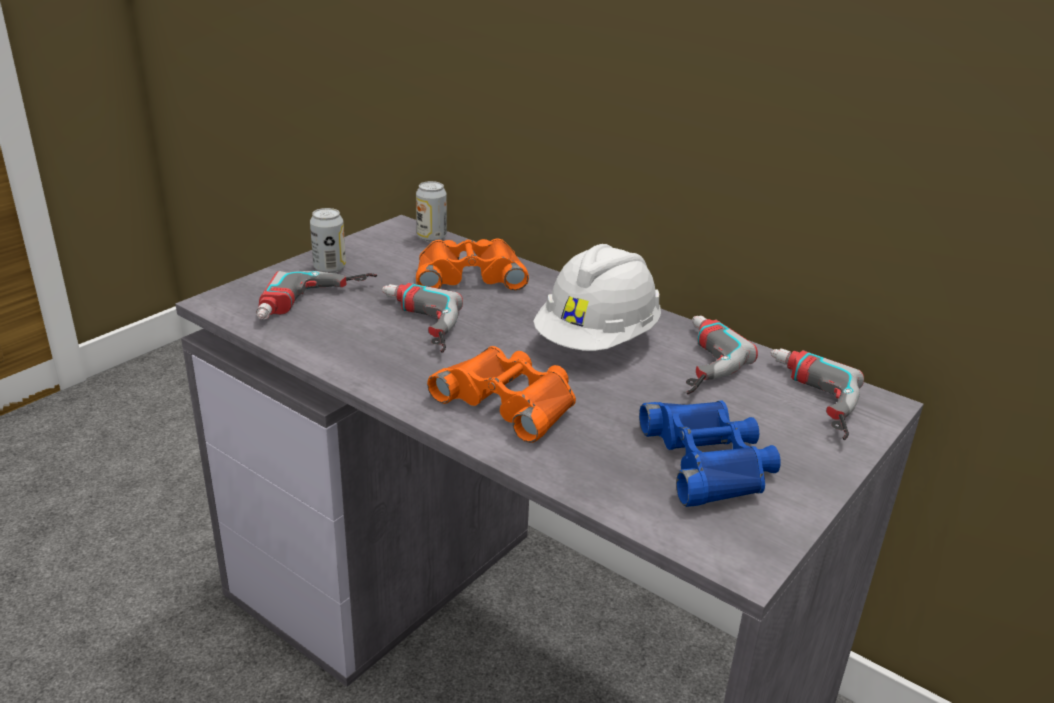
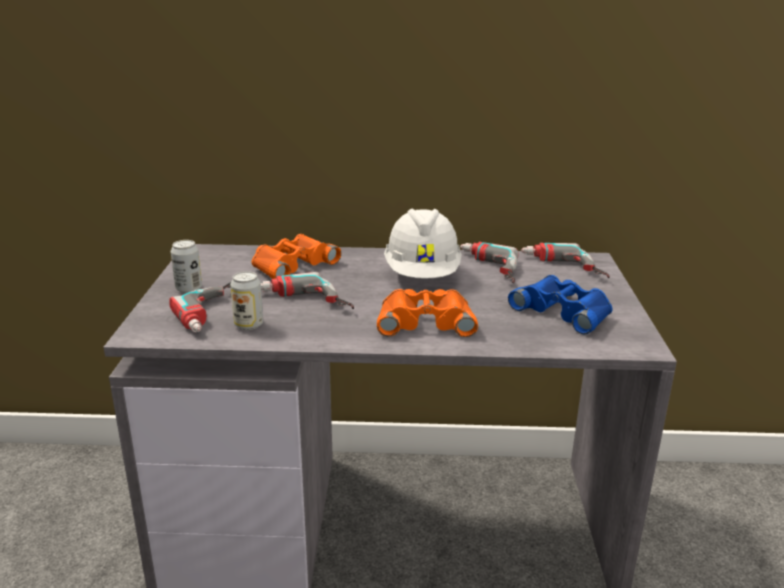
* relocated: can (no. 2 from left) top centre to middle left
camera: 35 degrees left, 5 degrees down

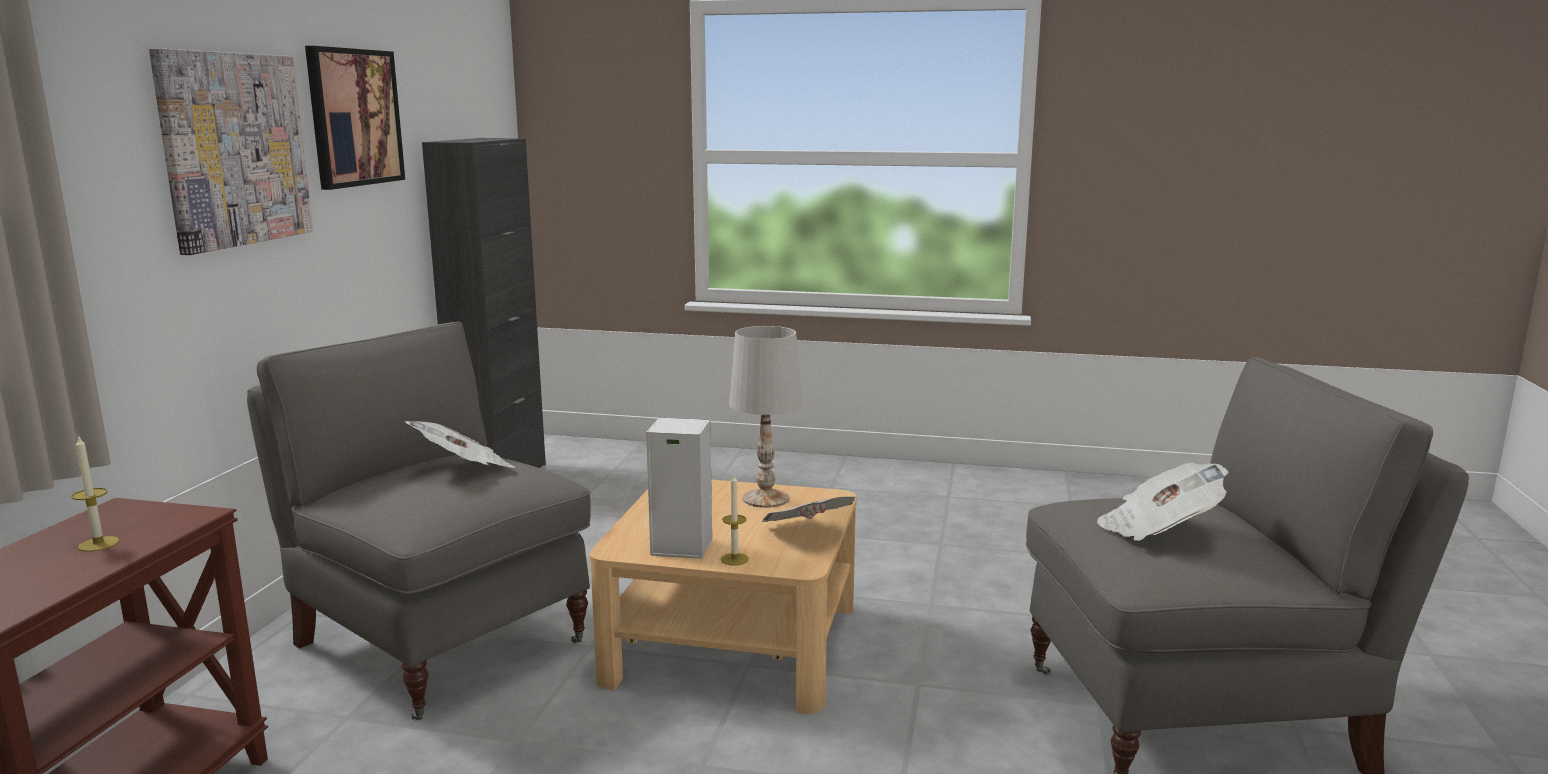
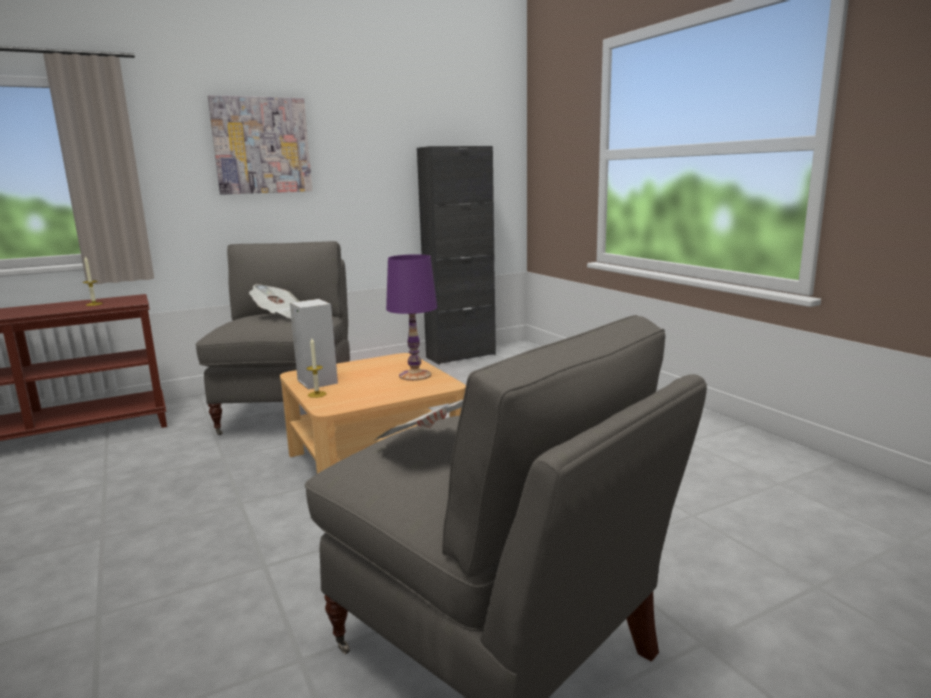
* missing: picture (no. 2 from left) top left
* missing: newspaper (no. 2 from left) centre
* colour: table lamp/white centre to table lamp/purple centre
camera: 50 degrees right, 0 degrees up

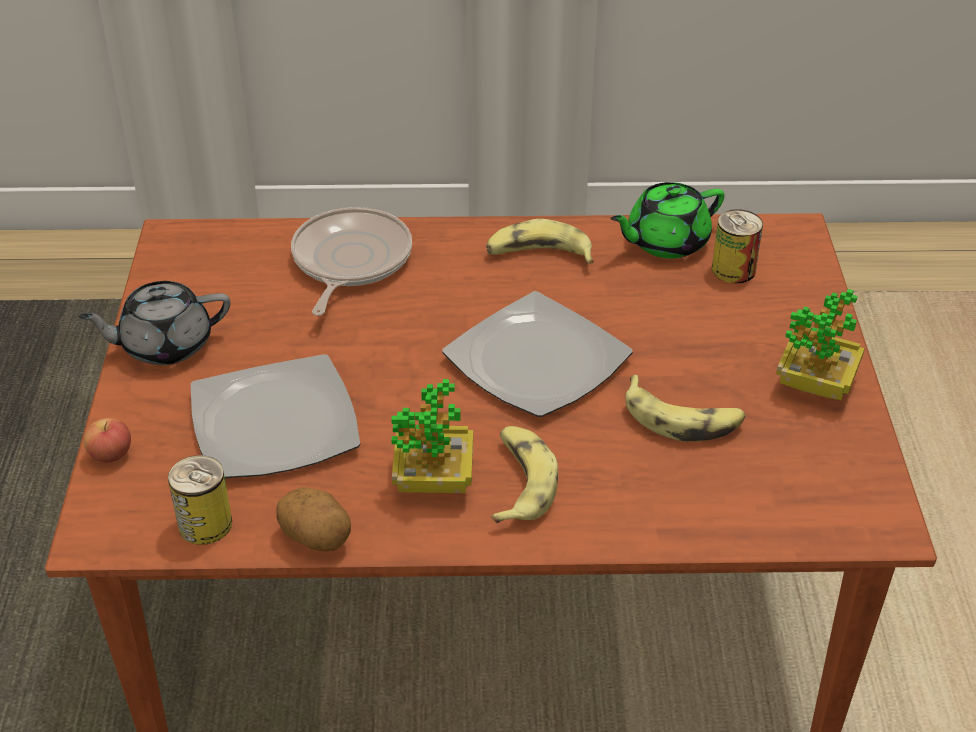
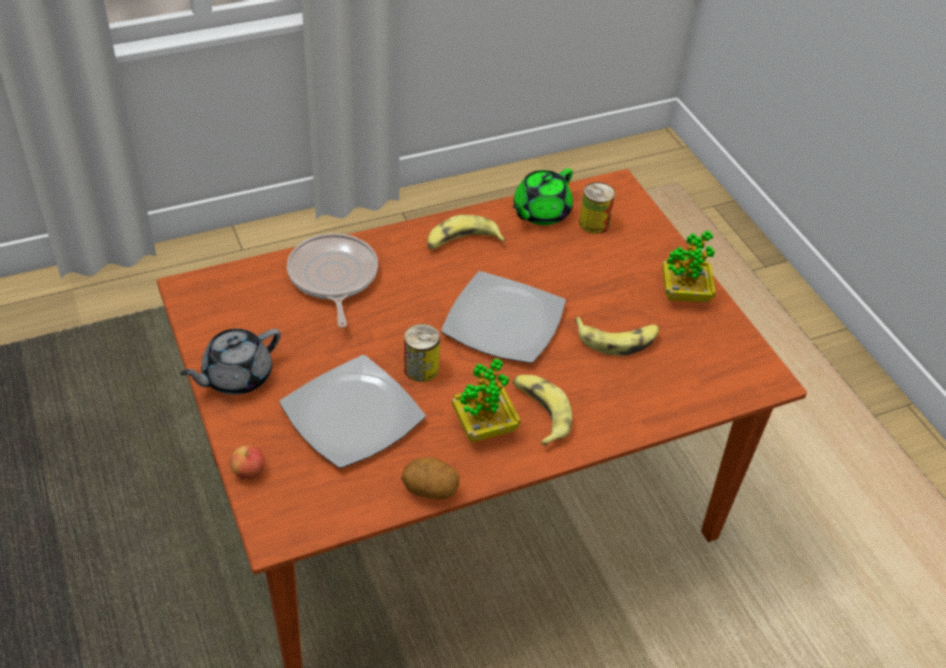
* relocated: can (no. 1 from left) bottom left to centre
camera: 25 degrees left, 5 degrees up

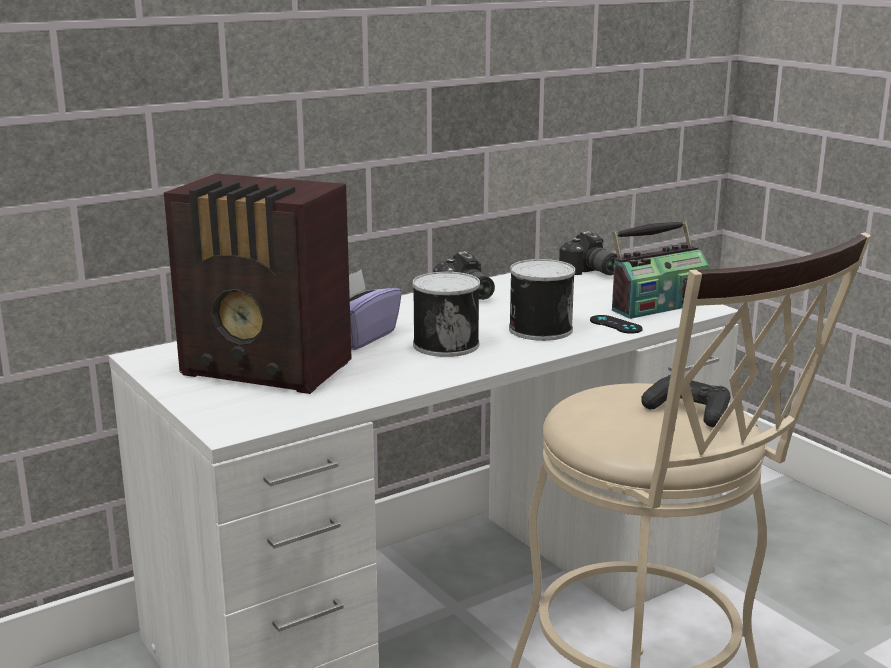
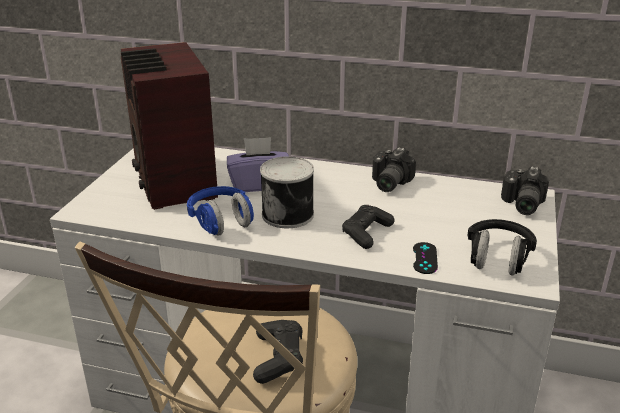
* appeared: headphones/blue centre
* exchanged: can (no. 2 from left) centre to game controller/black (no. 2 from left) centre
* exchanged: radio (no. 2 from left) middle right to headphones/black middle right
camera: 50 degrees right, 10 degrees up

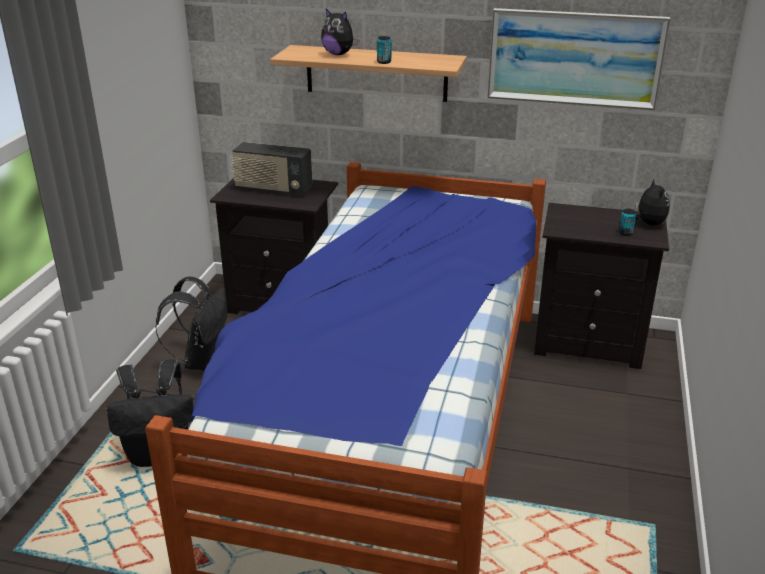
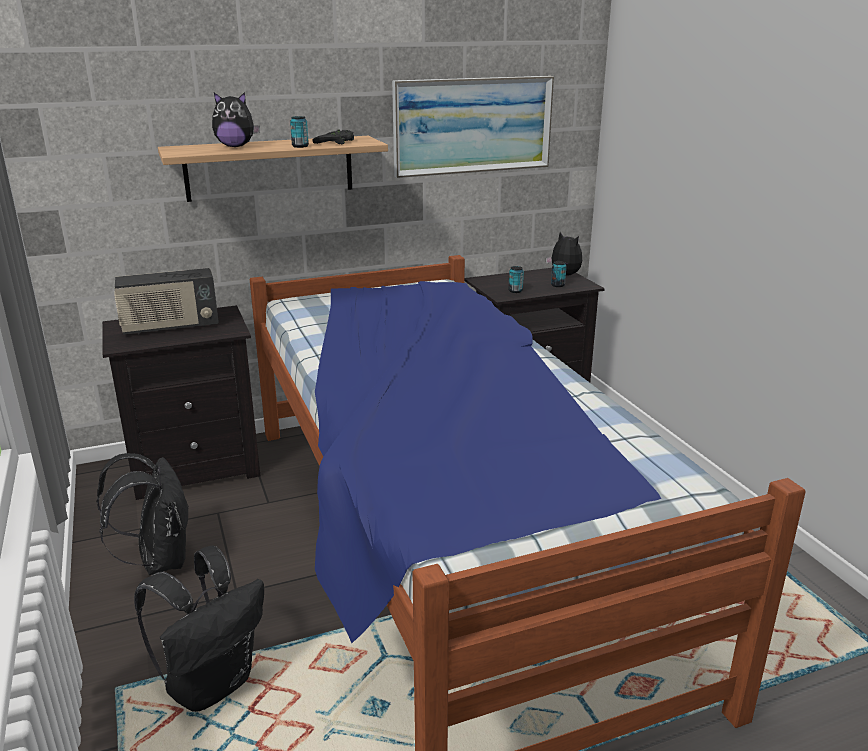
* appeared: game controller/black top centre
* appeared: can (no. 2 from left) centre
camera: 35 degrees left, 5 degrees down

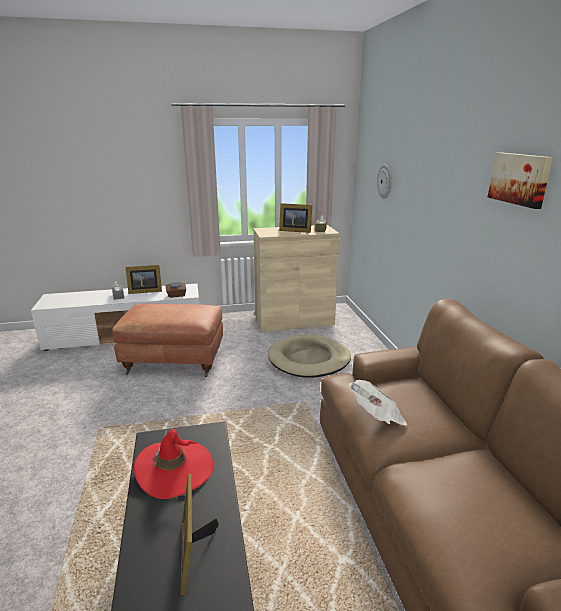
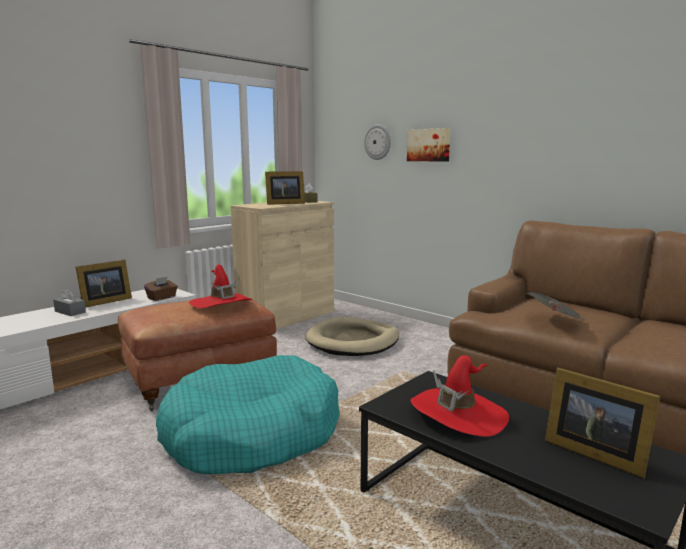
* appeared: dog bed/turquoise bottom centre
* appeared: hat/red (no. 1 from left) middle left
* relocated: picture top right to top centre
camera: 35 degrees left, 10 degrees down

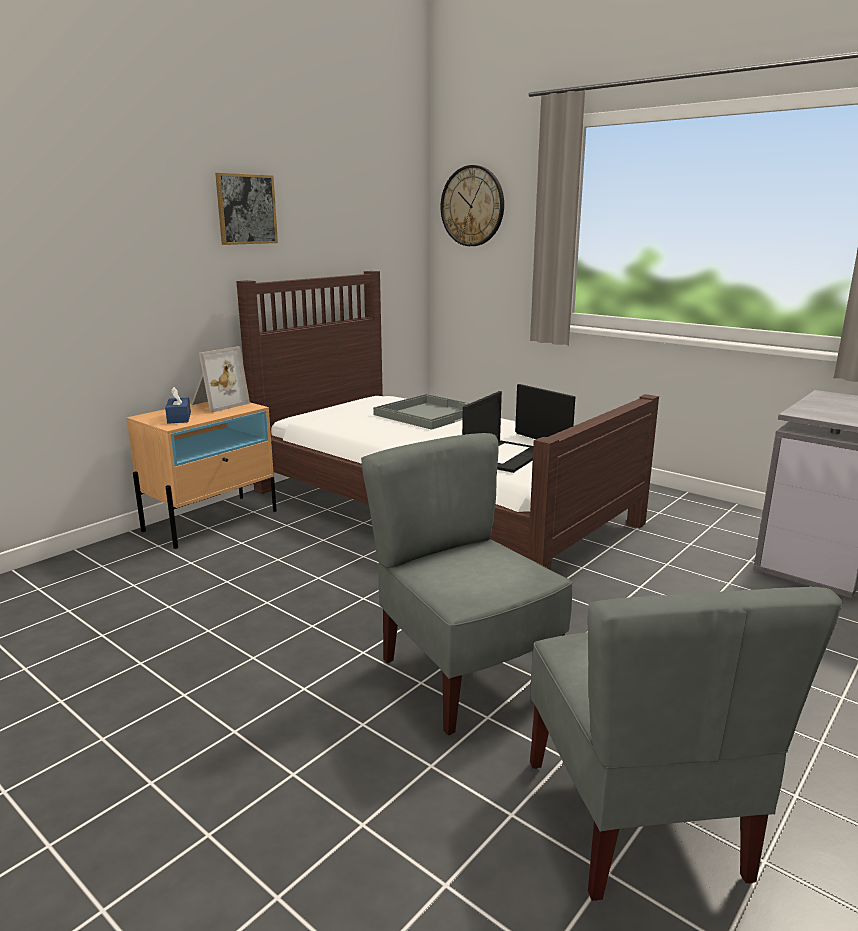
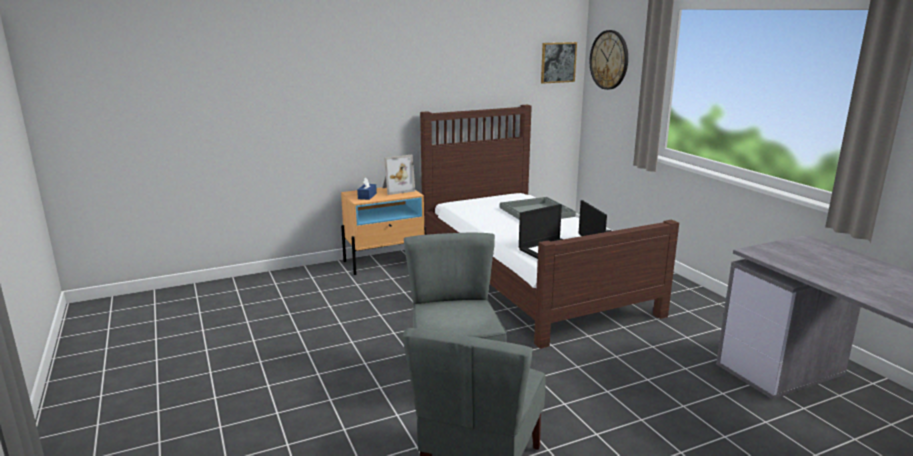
* relocated: picture top left to top centre
camera: 25 degrees right, 0 degrees up

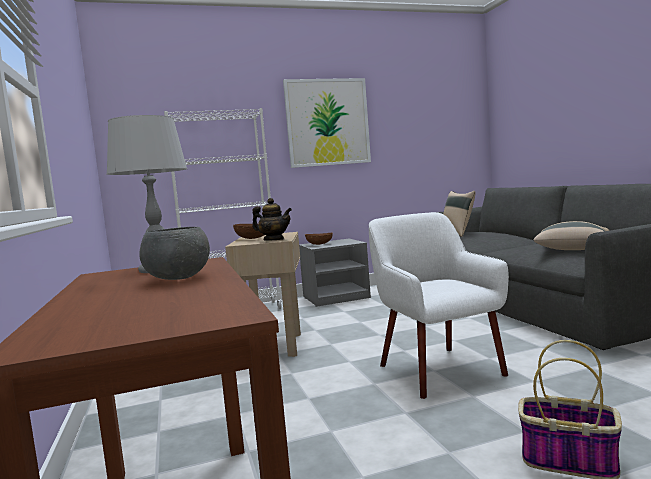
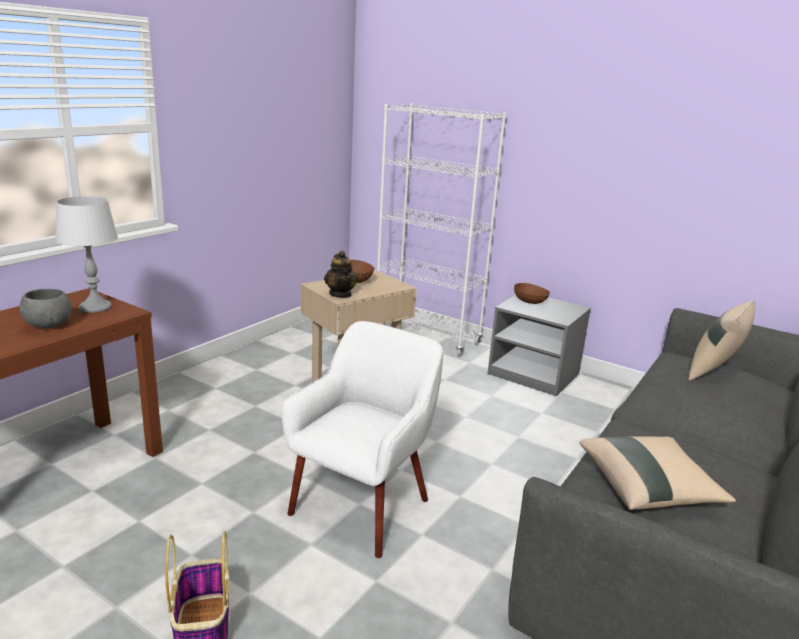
* missing: picture top centre
camera: 50 degrees right, 15 degrees up

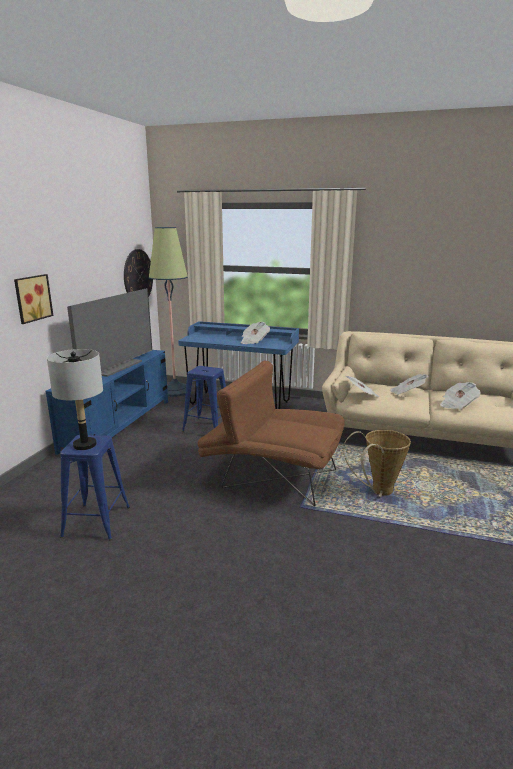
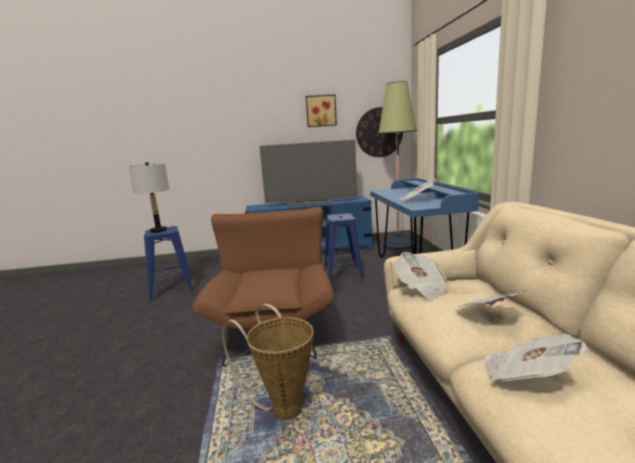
* relocated: picture middle left to top centre
camera: 65 degrees right, 5 degrees down

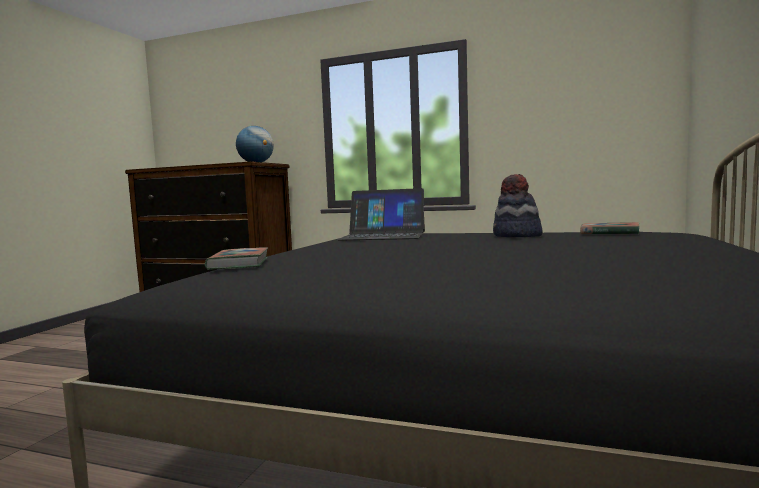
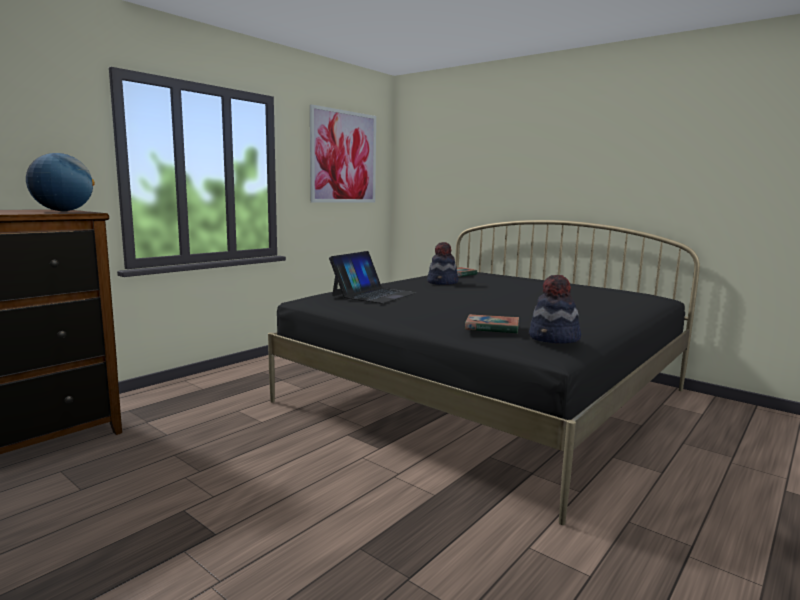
* appeared: picture top centre
* appeared: hat (no. 2 from left) middle right
camera: 70 degrees left, 5 degrees up

